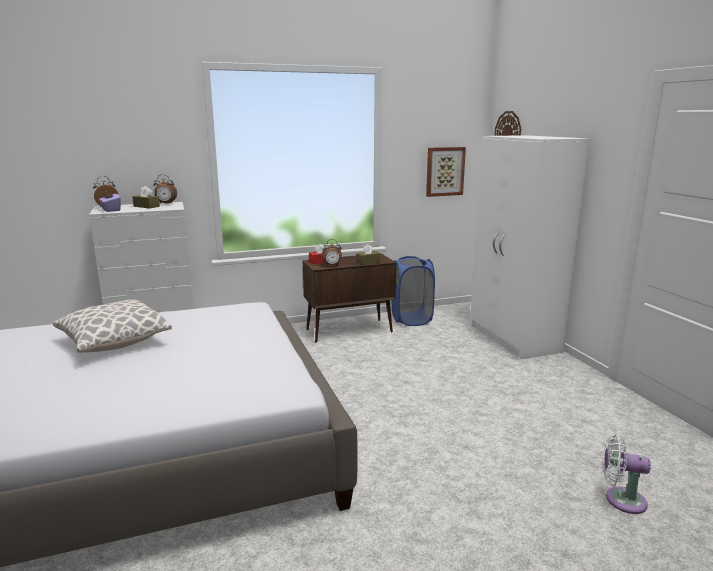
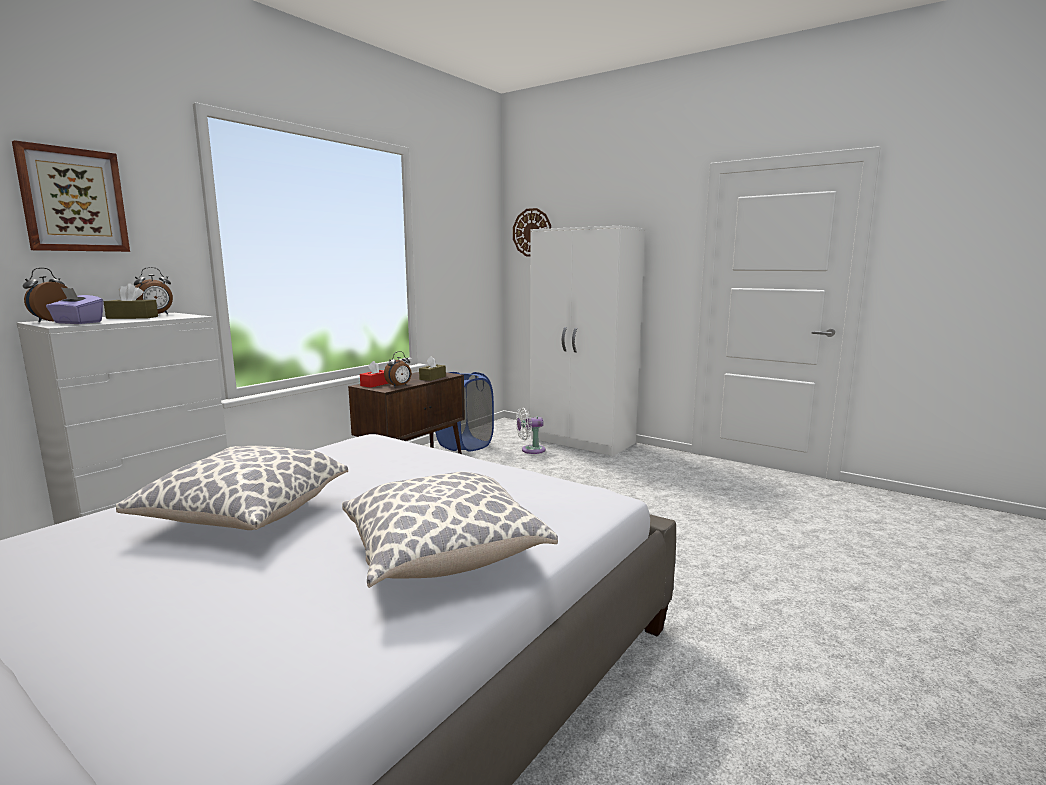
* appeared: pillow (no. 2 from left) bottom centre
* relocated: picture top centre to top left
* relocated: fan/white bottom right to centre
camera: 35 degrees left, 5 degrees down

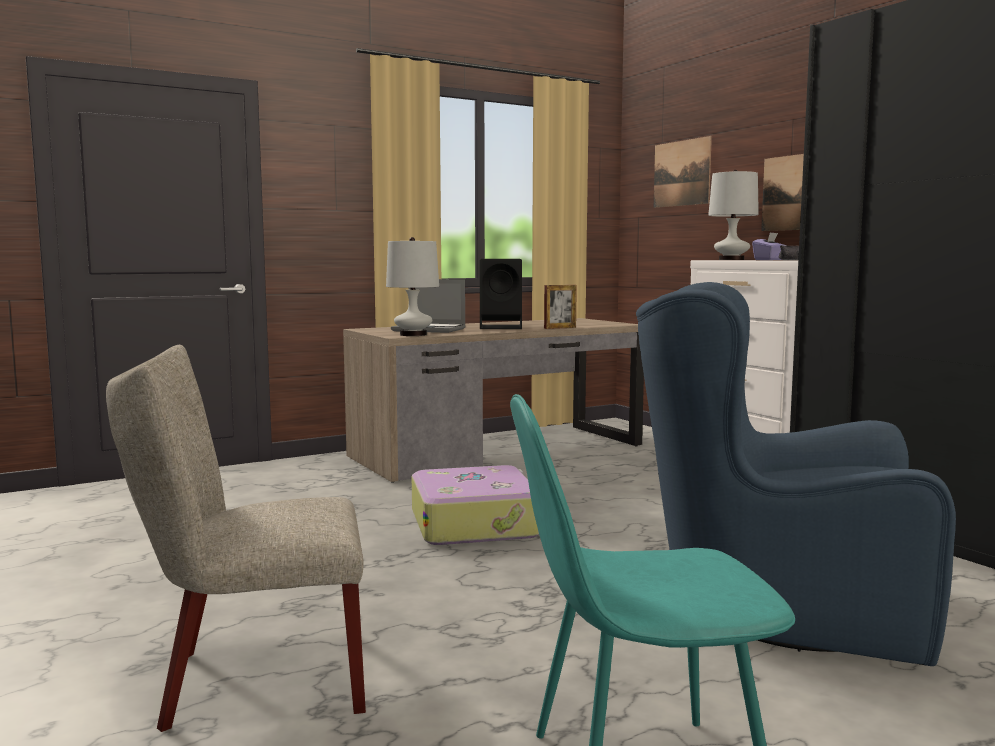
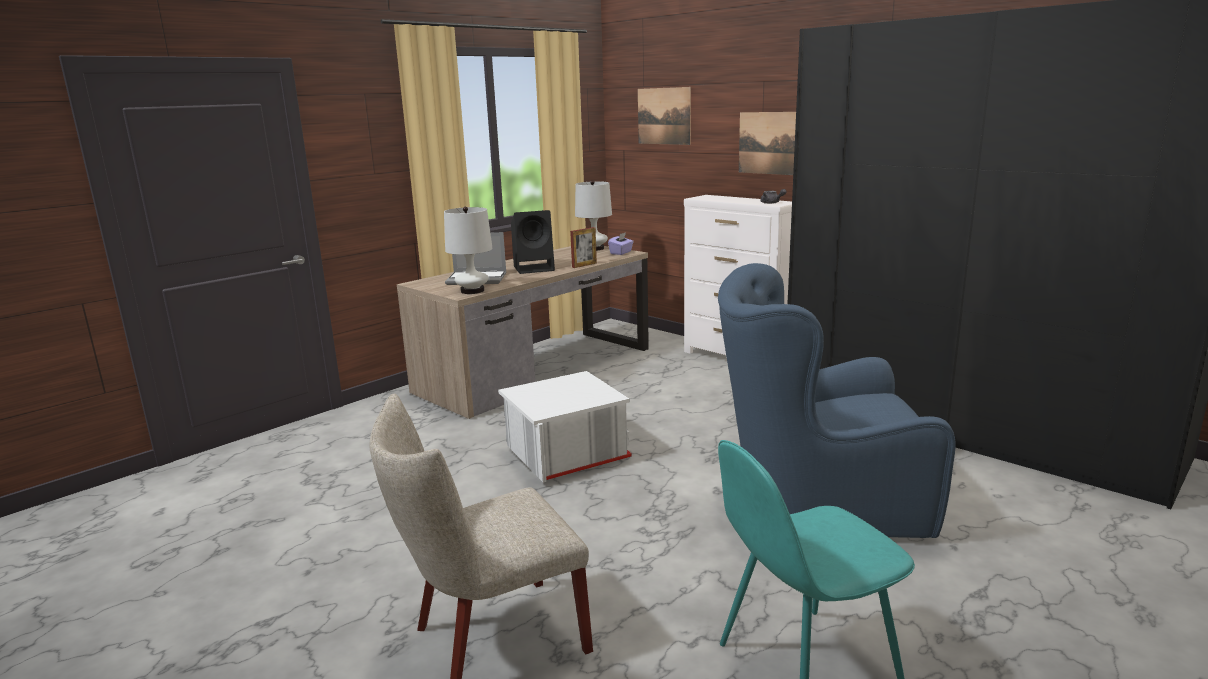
* relocated: table lamp/white (no. 2 from left) top right to top centre
* relocated: tissue box/purple top right to centre
* exchanged: suitcase bottom centre to storage box/white centre
camera: 15 degrees left, 10 degrees up

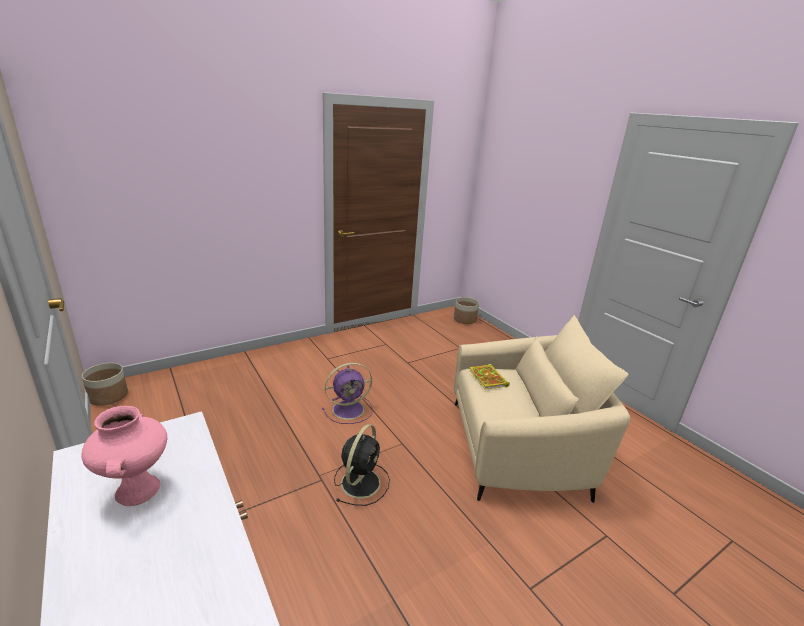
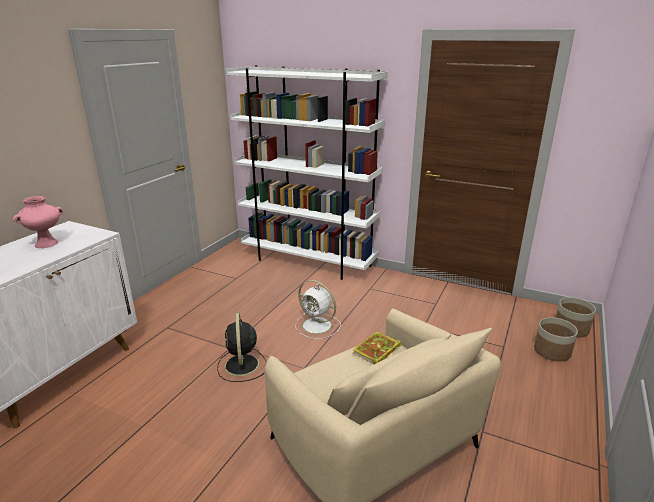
* appeared: bookcase/white centre
* relocated: planter (no. 1 from left) middle left to bottom right
* colour: fan/purple centre to fan/white centre
* spun: fan/black bottom centre = bottom centre 90 degrees clockwise
camera: 60 degrees right, 0 degrees up

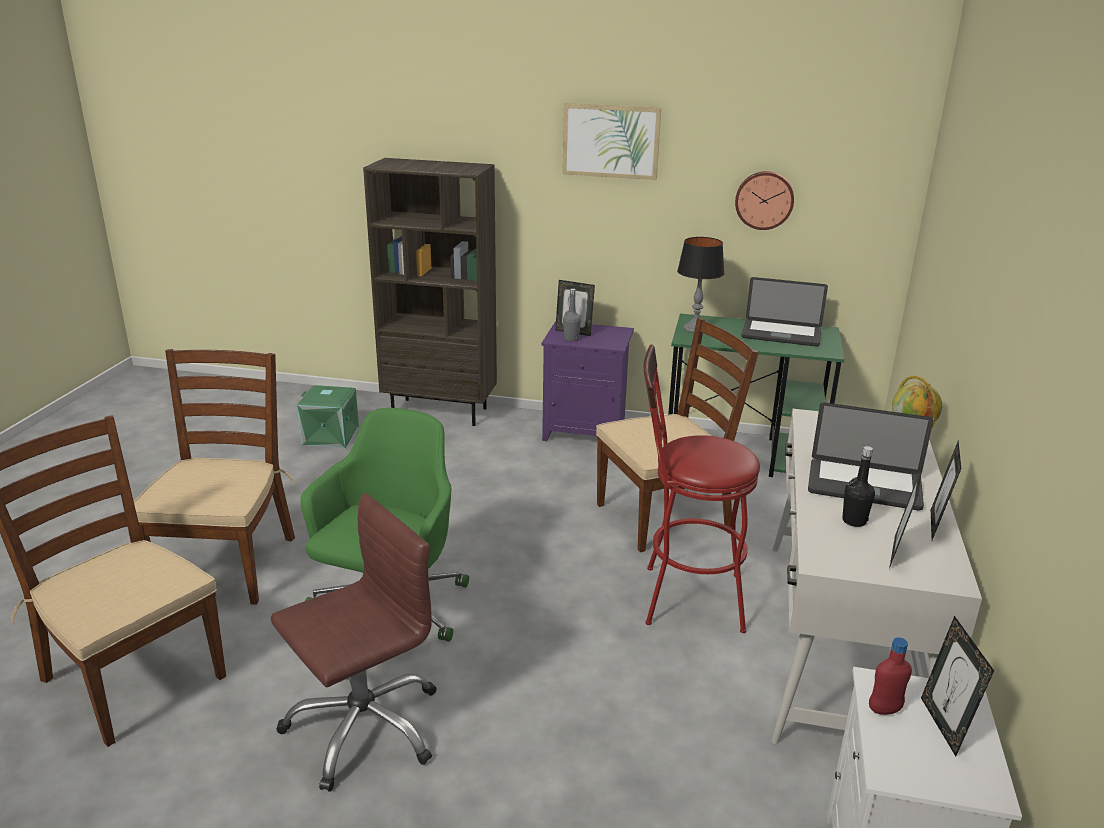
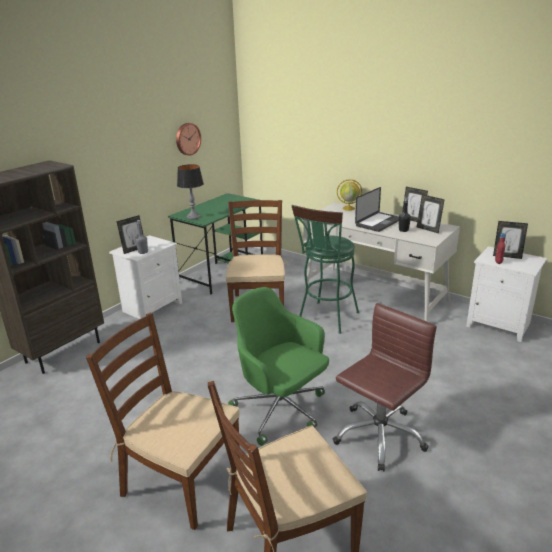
* missing: storage box/green middle left
* missing: picture top centre
* missing: laptop (no. 1 from left) middle right
* colour: nightstand/purple centre to nightstand/white (no. 1 from left) middle left
* colour: stool/red centre to stool/green centre
* spun: office chair/brown bottom left = bottom right 60 degrees clockwise
camera: 65 degrees left, 0 degrees up

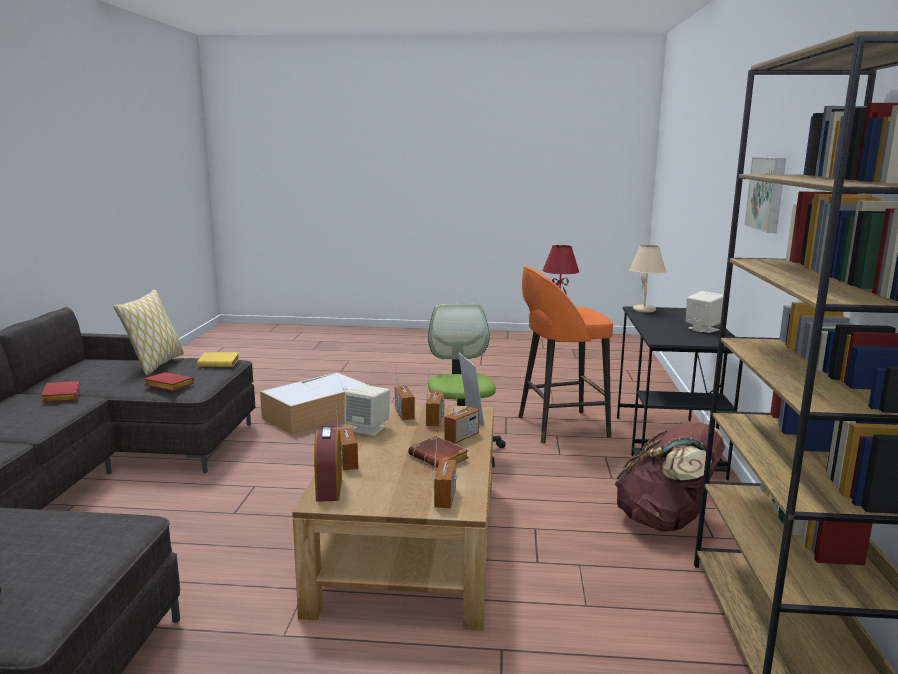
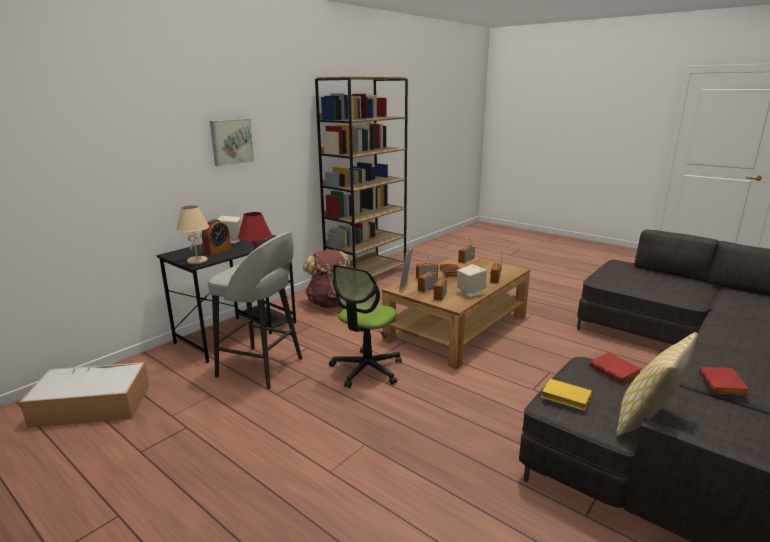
* relocated: storage box centre to bottom left
* relocated: alarm clock bottom centre to middle left
* colour: stool/orange centre to stool/grey middle left
camera: 145 degrees left, 5 degrees up

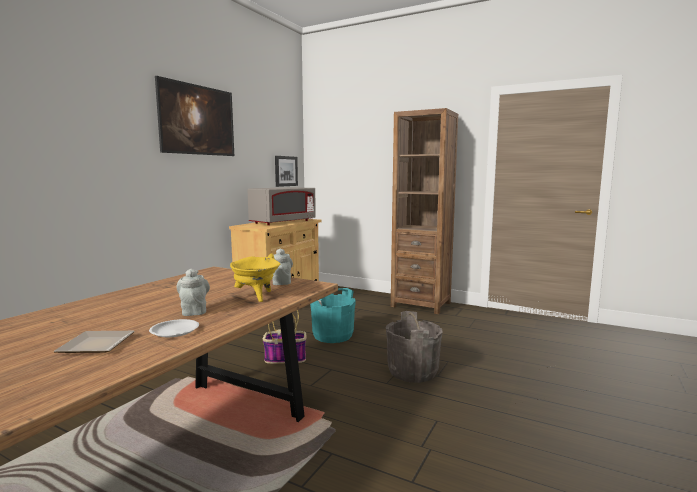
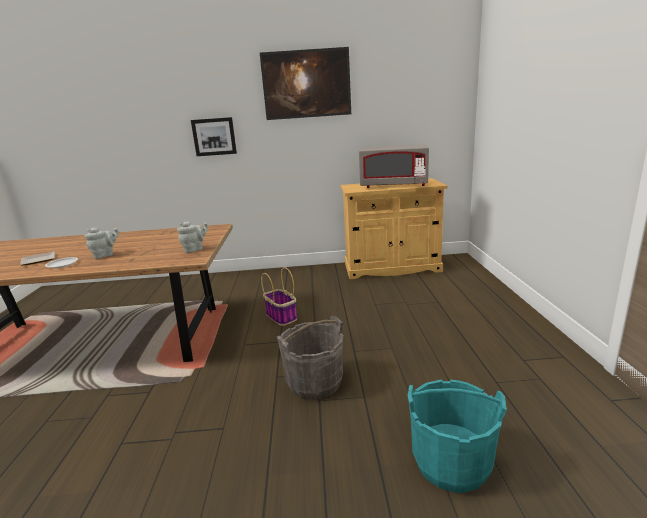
* missing: cooking pot/yellow centre
* missing: bookcase/brown centre
* relocated: picture (no. 2 from left in the first image) centre to picture (no. 1 from left) top left
* relocated: bucket/turquoise centre to bottom right
camera: 60 degrees right, 10 degrees up

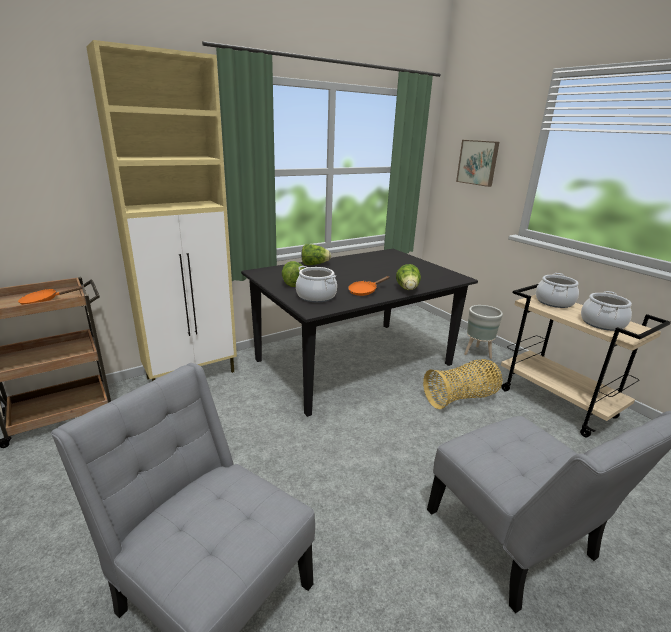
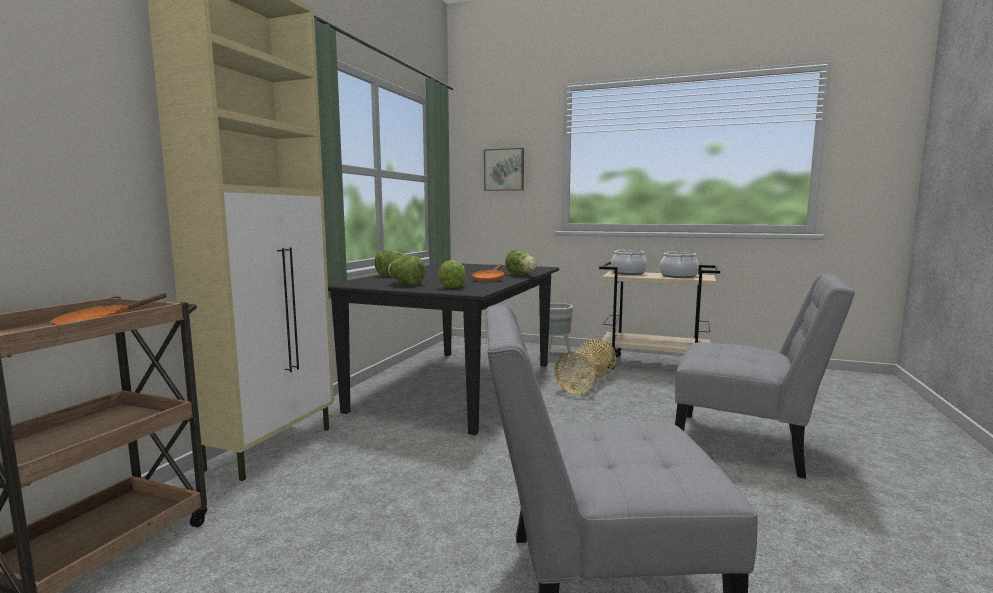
* exchanged: cooking pot (no. 1 from left) centre to lettuce (no. 3 from left) centre
camera: 35 degrees left, 15 degrees down

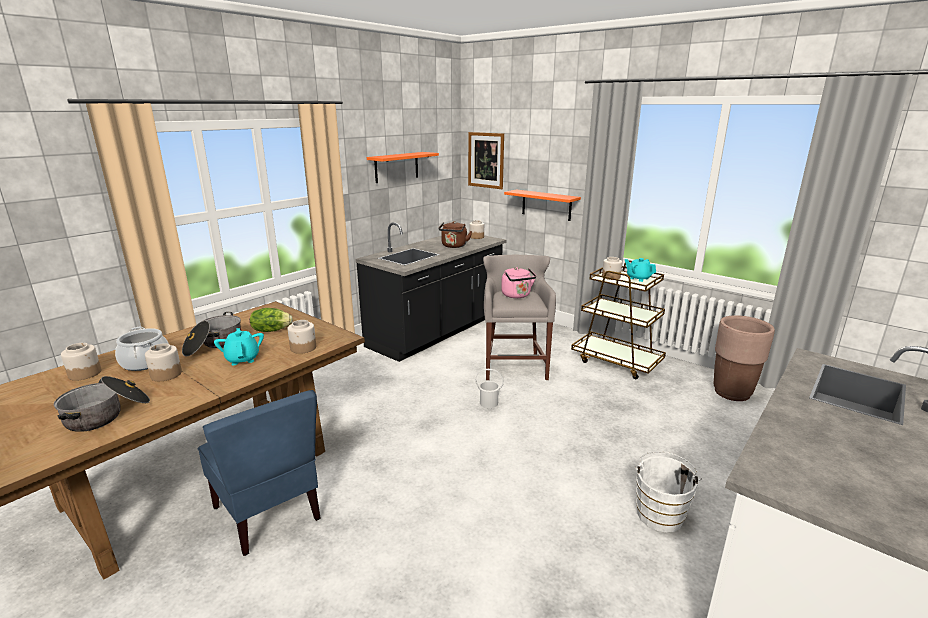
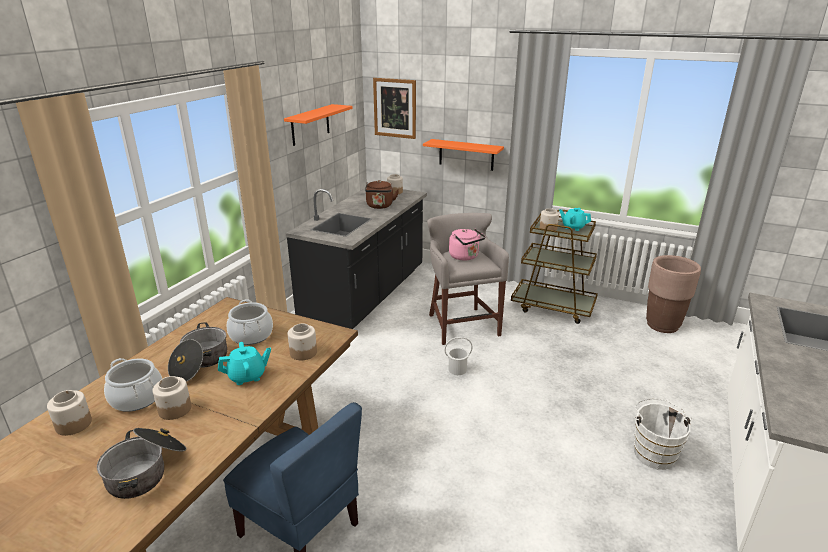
* exchanged: lettuce middle left to cooking pot (no. 4 from left) middle left
* spun: teapot/turquoise (no. 1 from left) middle left = middle left 105 degrees clockwise
camera: 15 degrees left, 5 degrees up

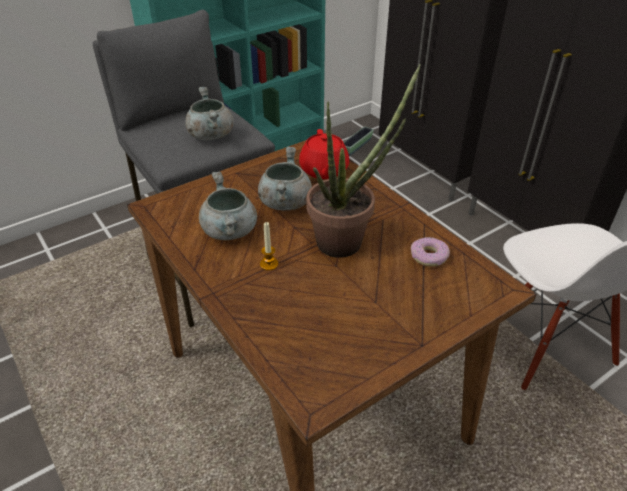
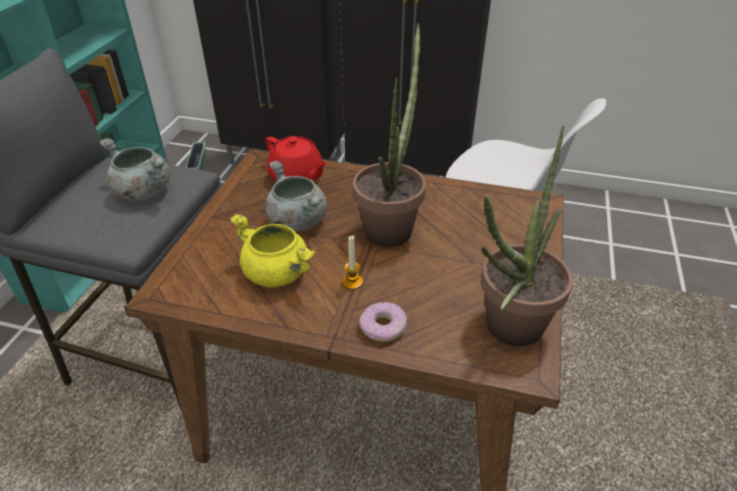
* appeared: potted plant (no. 2 from left) middle right
* relocated: donut middle right to centre
* colour: cooking pot/grey (no. 2 from left) centre to cooking pot/yellow centre
camera: 40 degrees left, 0 degrees up

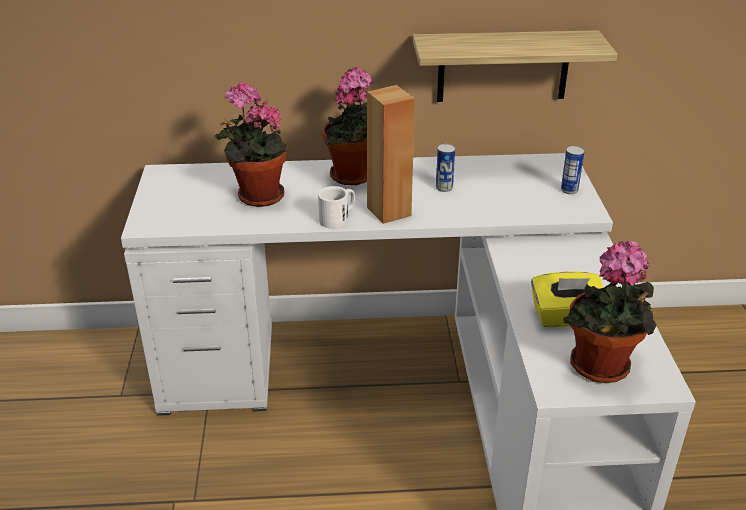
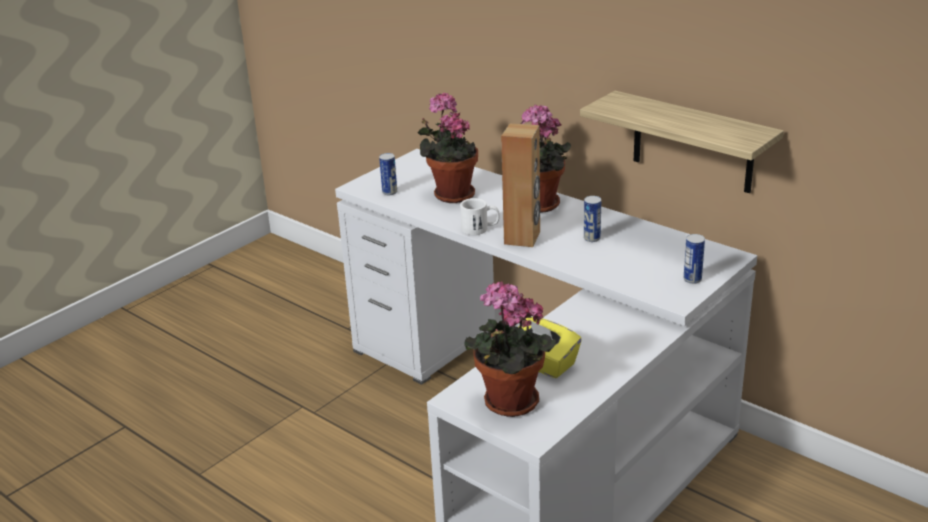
* appeared: can (no. 1 from left) centre
camera: 45 degrees right, 5 degrees down

